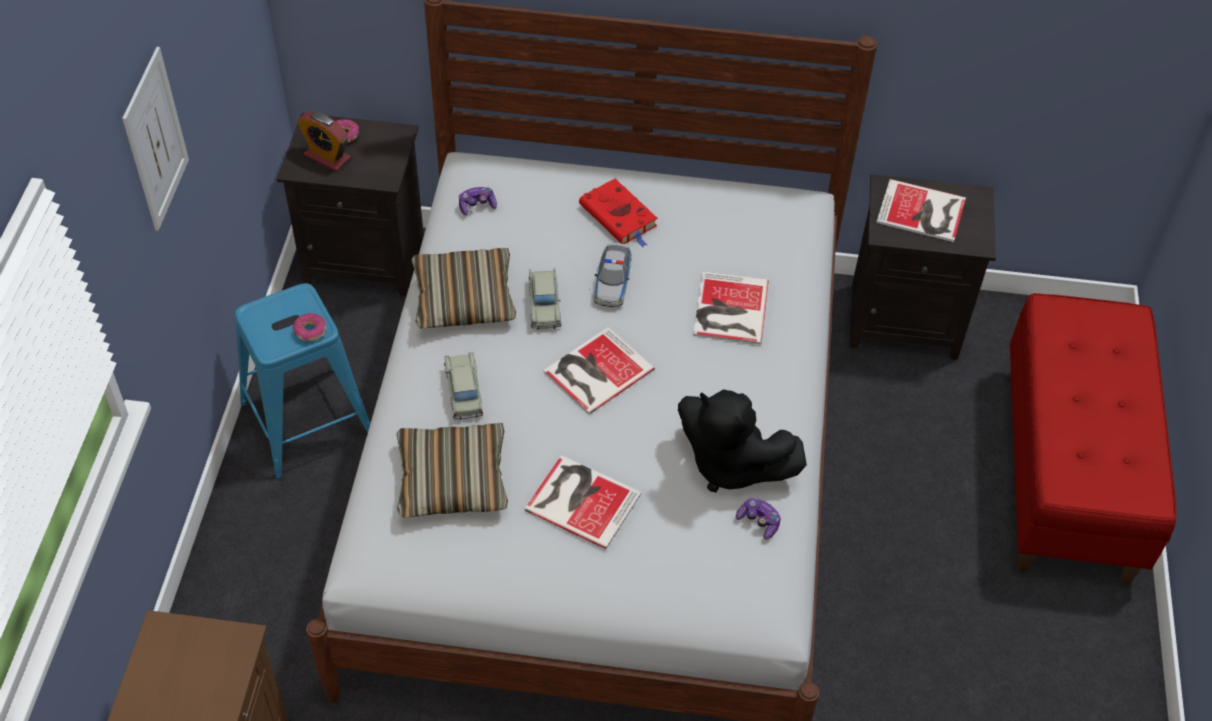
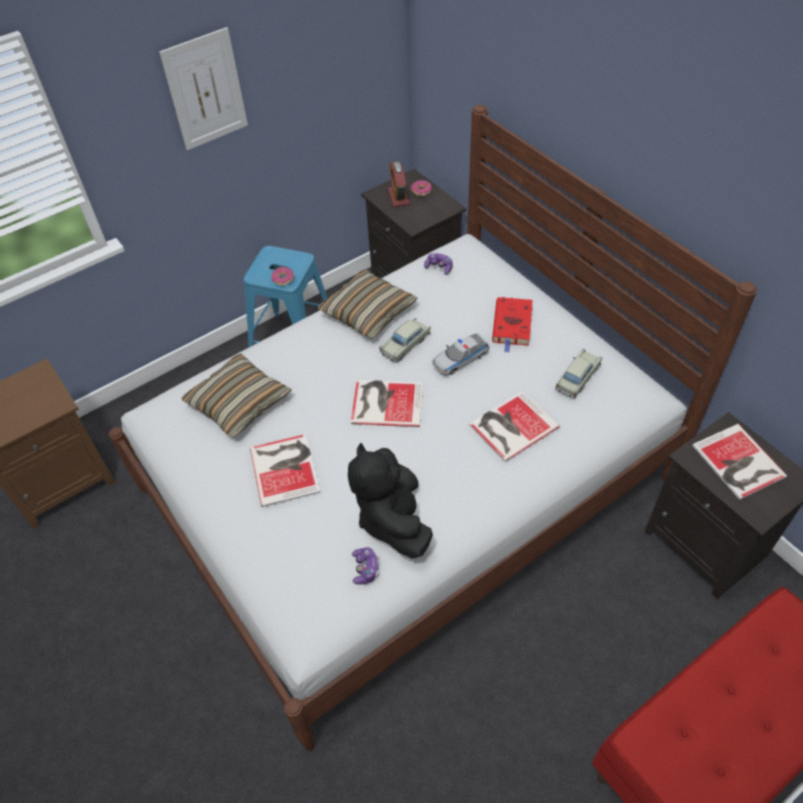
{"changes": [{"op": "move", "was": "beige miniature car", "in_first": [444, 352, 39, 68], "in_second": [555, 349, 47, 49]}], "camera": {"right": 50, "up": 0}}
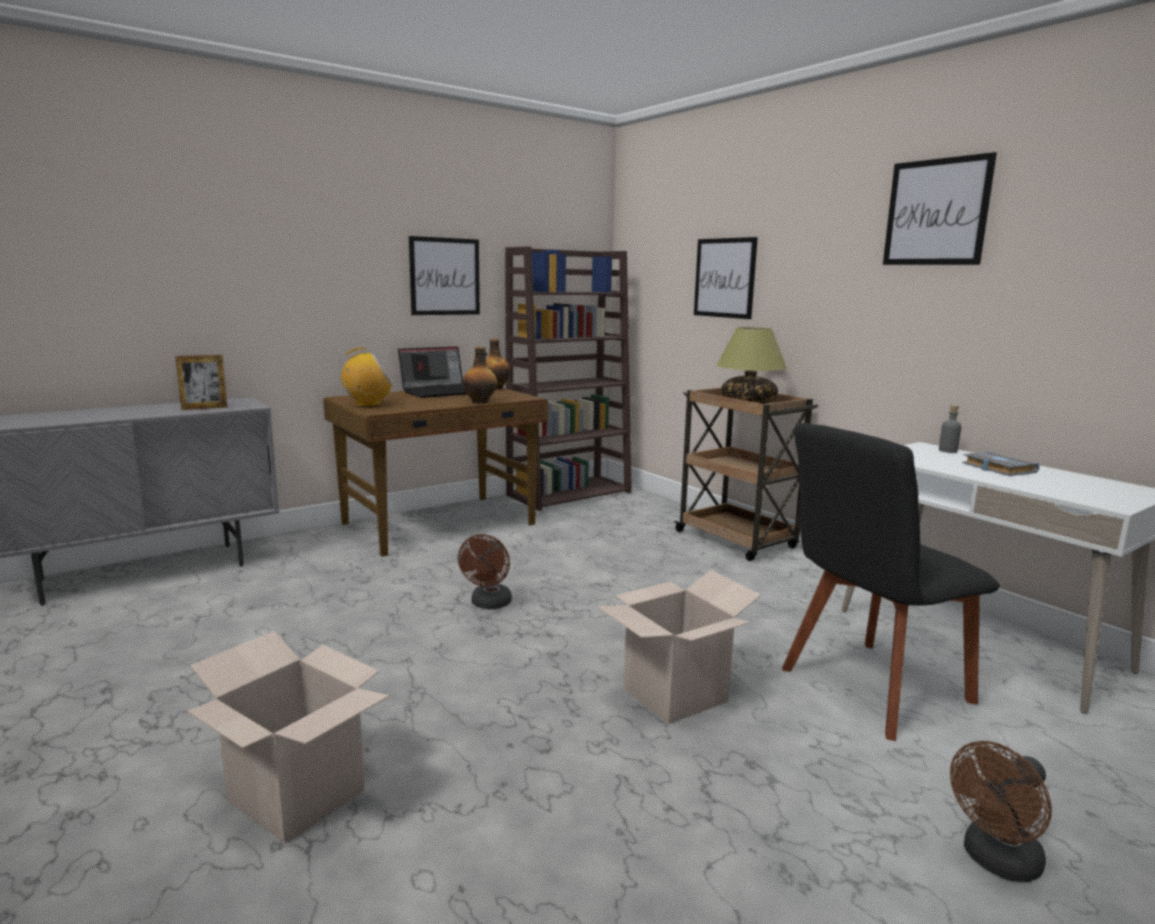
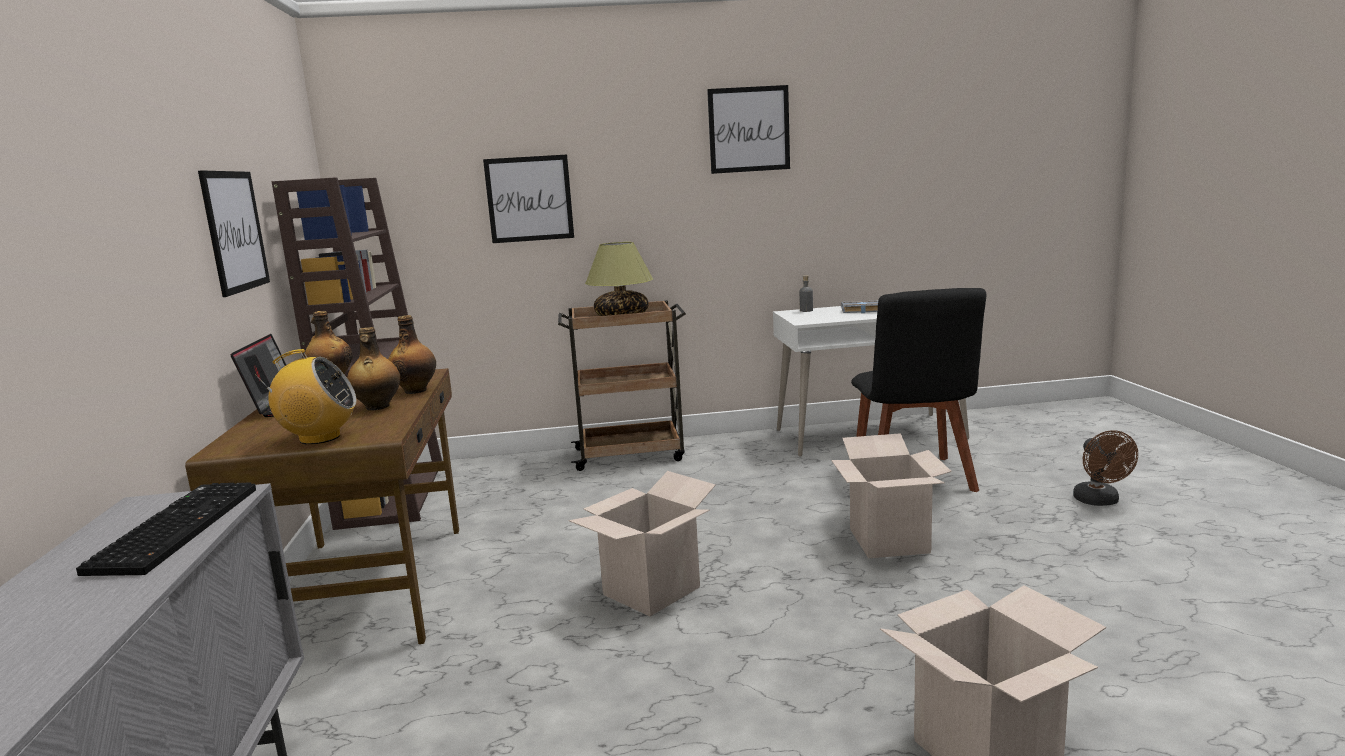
{"changes": [{"op": "rotate", "was": "radio receiver", "in_first": [341, 347, 51, 60], "in_second": [255, 349, 101, 96], "clockwise": 75}, {"op": "replace", "was": "photo frame", "now": "PC keyboard", "in_first": [175, 355, 53, 55], "in_second": [76, 483, 180, 93]}, {"op": "replace", "was": "brown-coloured electric fan", "now": "packing box", "in_first": [458, 534, 54, 75], "in_second": [569, 471, 147, 145]}, {"op": "insert", "now": "bottle", "in_second": [347, 327, 53, 84]}], "camera": {"right": -60, "up": 0}}
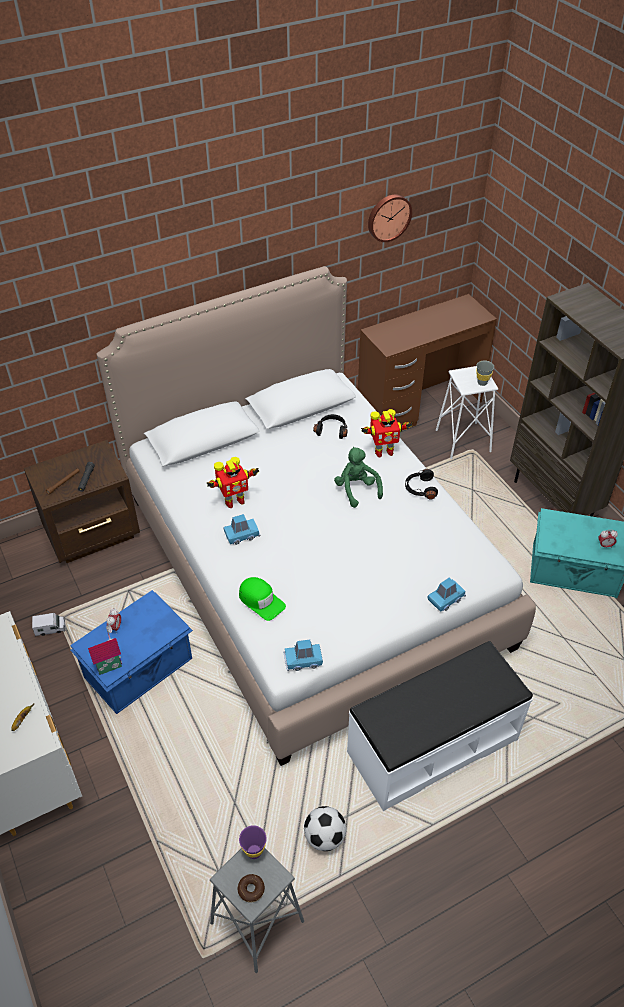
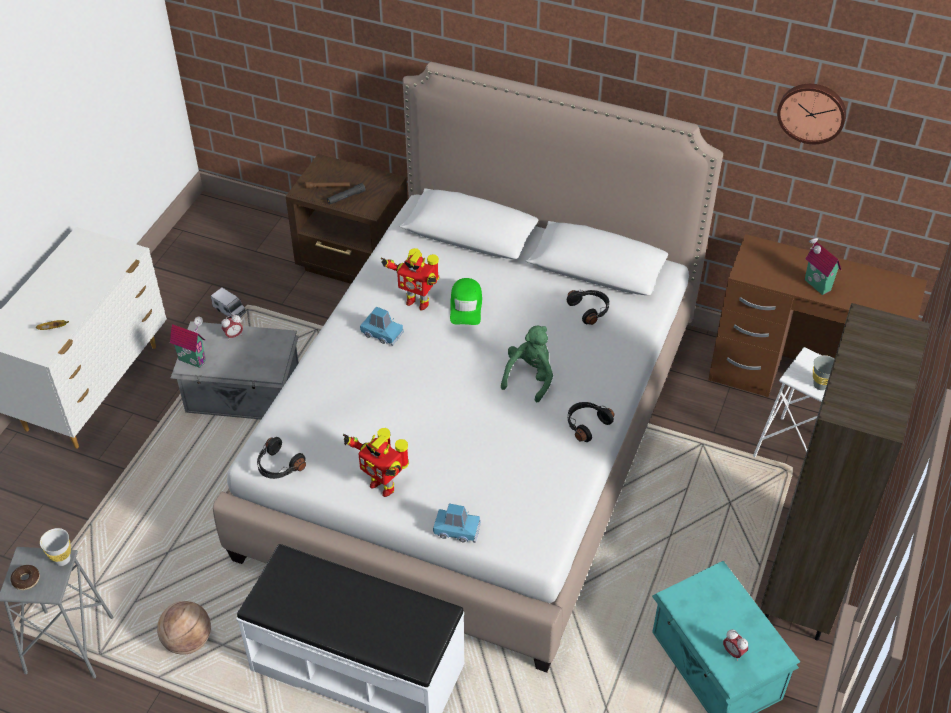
{"changes": [{"op": "move", "was": "toy robot", "in_first": [361, 409, 52, 48], "in_second": [343, 428, 66, 69]}, {"op": "move", "was": "green baseball cap", "in_first": [239, 577, 47, 44], "in_second": [450, 278, 32, 47]}, {"op": "recolor", "was": "blue storage bin", "now": "greyish storage bin", "in_first": [70, 590, 123, 124], "in_second": [171, 321, 128, 99]}, {"op": "replace", "was": "blue miniature car", "now": "blackish headset", "in_first": [283, 639, 40, 32], "in_second": [257, 437, 49, 42]}, {"op": "replace", "was": "football", "now": "basketball ball", "in_first": [304, 806, 42, 45], "in_second": [157, 601, 54, 54]}, {"op": "recolor", "was": "purple-coloured cup", "now": "whitish cup", "in_first": [239, 825, 28, 34], "in_second": [40, 528, 31, 38]}, {"op": "insert", "now": "miniature house", "in_second": [805, 235, 36, 60]}], "camera": {"right": 50, "up": 0}}
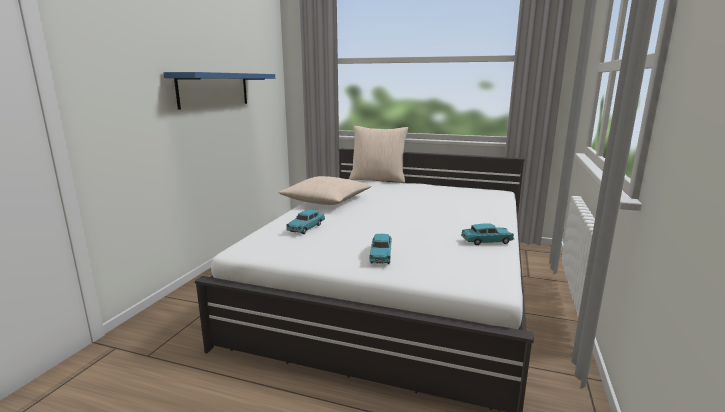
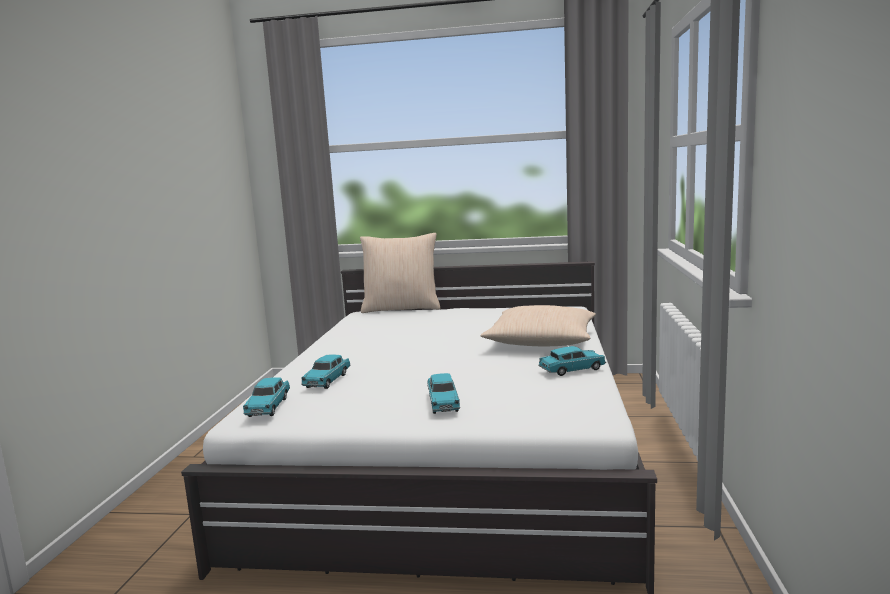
{"changes": [{"op": "delete", "was": "blue wall shelf", "in_first": [163, 72, 112, 38]}, {"op": "move", "was": "beige throw pillow", "in_first": [278, 176, 93, 29], "in_second": [480, 305, 116, 41]}, {"op": "insert", "now": "blue-green miniature car", "in_second": [243, 377, 47, 40]}], "camera": {"right": -10, "up": -5}}
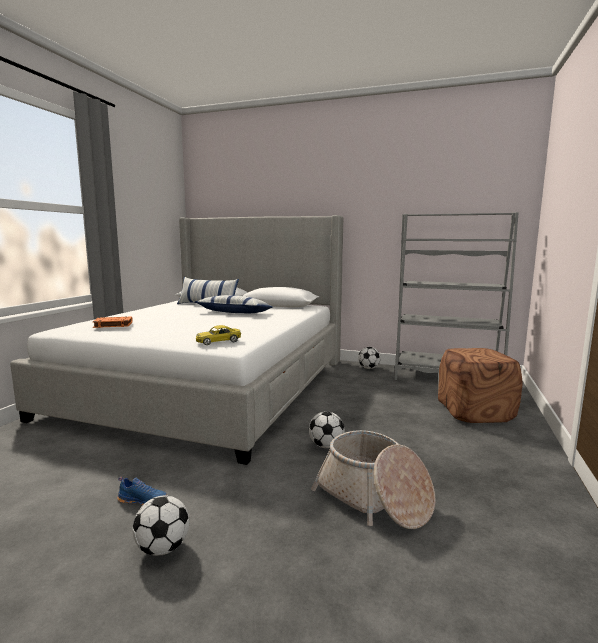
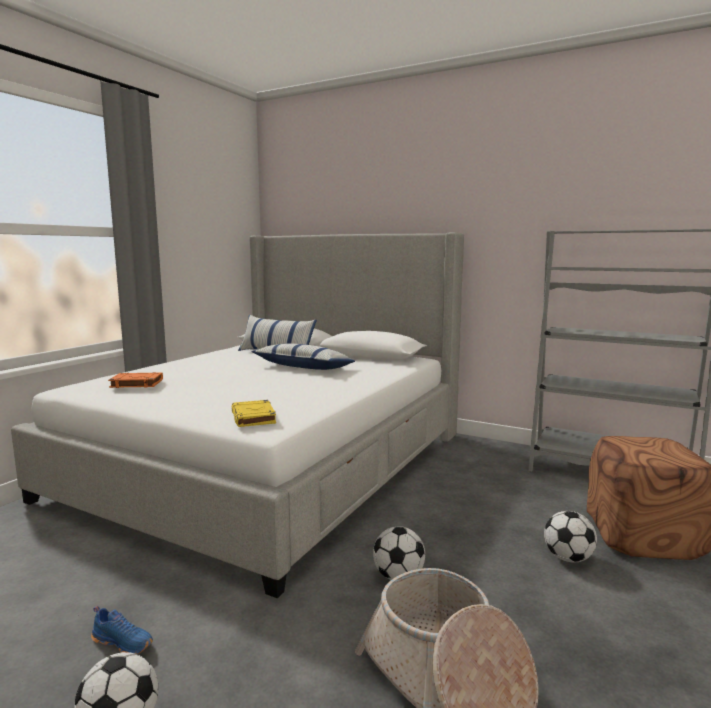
{"changes": [{"op": "replace", "was": "yellowish miniature car", "now": "yellowish book", "in_first": [196, 325, 45, 20], "in_second": [232, 400, 44, 27]}, {"op": "move", "was": "football", "in_first": [358, 347, 23, 22], "in_second": [544, 511, 53, 52]}], "camera": {"right": 10, "up": 0}}
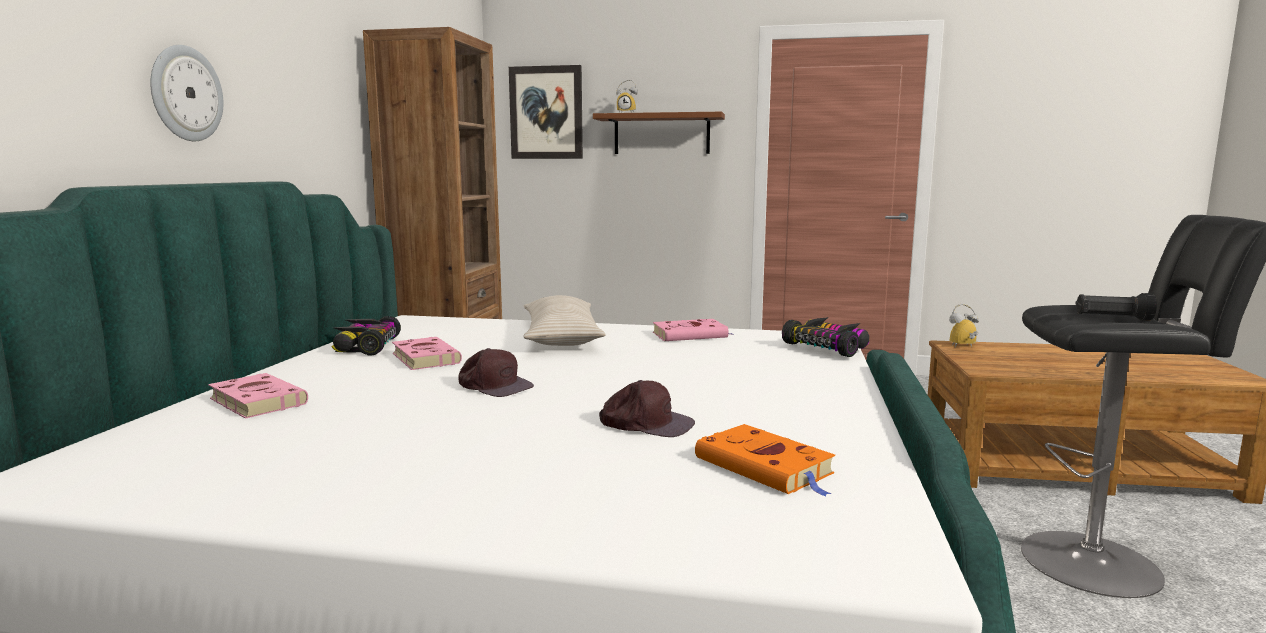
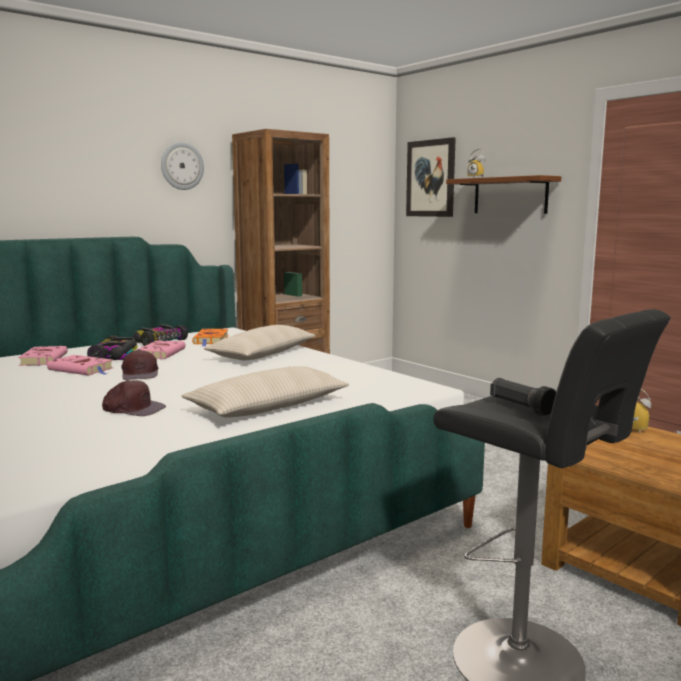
{"changes": [{"op": "move", "was": "wall clock", "in_first": [150, 45, 73, 96], "in_second": [161, 142, 43, 48]}, {"op": "move", "was": "miniature car", "in_first": [782, 317, 87, 40], "in_second": [87, 335, 51, 25]}, {"op": "move", "was": "pink-coloured book", "in_first": [653, 319, 80, 22], "in_second": [47, 355, 66, 21]}, {"op": "rotate", "was": "brown-coloured baseball cap", "in_first": [599, 380, 96, 57], "in_second": [102, 380, 64, 36], "clockwise": -45}, {"op": "move", "was": "orangey book", "in_first": [695, 424, 140, 73], "in_second": [192, 329, 37, 17]}, {"op": "insert", "now": "beige throw pillow", "in_second": [182, 366, 167, 52]}], "camera": {"right": 40, "up": 0}}
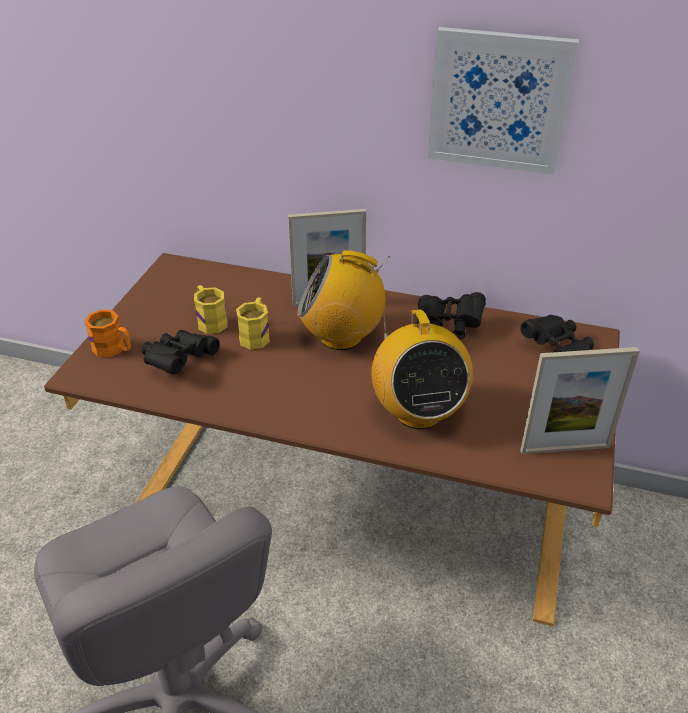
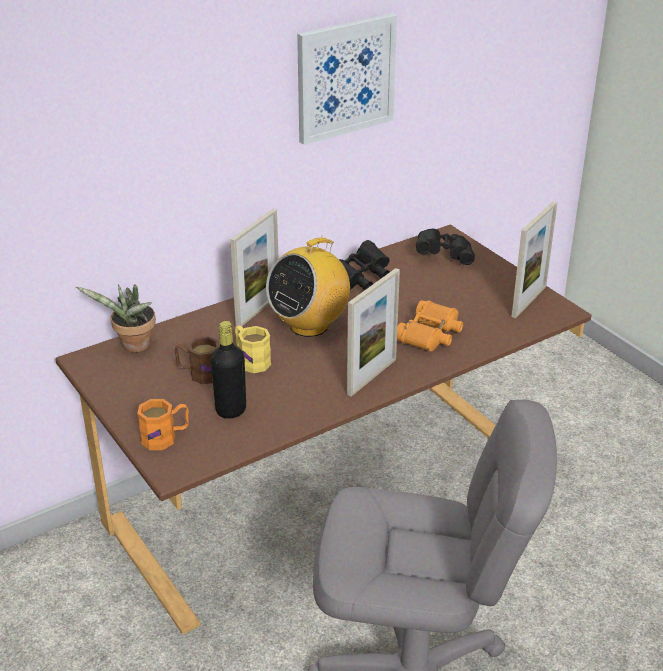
{"changes": [{"op": "recolor", "was": "yellowish coffee mug", "now": "brown-coloured coffee mug", "in_first": [194, 285, 34, 49], "in_second": [175, 336, 45, 48]}, {"op": "replace", "was": "radio receiver", "now": "orangey field glasses", "in_first": [372, 310, 101, 119], "in_second": [397, 300, 66, 52]}, {"op": "replace", "was": "blackish field glasses", "now": "blackish bottle", "in_first": [141, 330, 79, 45], "in_second": [211, 321, 35, 98]}, {"op": "insert", "now": "photo frame", "in_second": [347, 268, 53, 128]}, {"op": "insert", "now": "houseplant", "in_second": [76, 284, 80, 68]}], "camera": {"right": -50, "up": -5}}
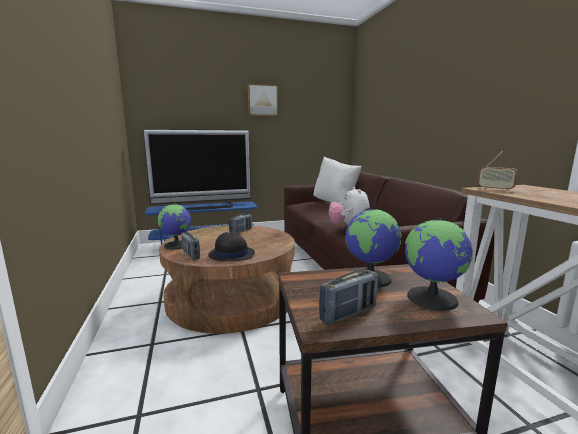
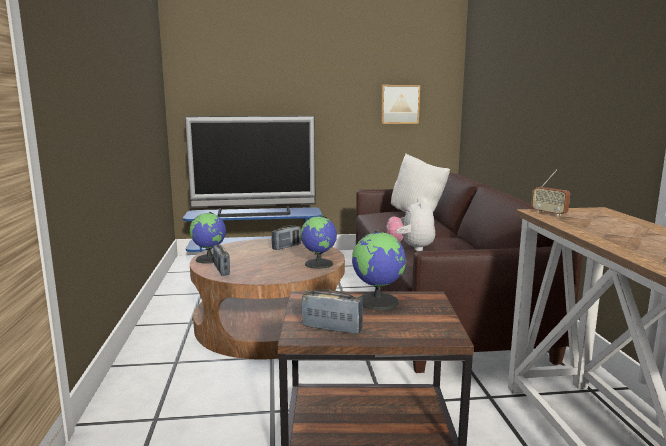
{"changes": [{"op": "move", "was": "wall art", "in_first": [248, 84, 30, 32], "in_second": [381, 85, 39, 39]}, {"op": "move", "was": "globe", "in_first": [405, 218, 68, 93], "in_second": [300, 216, 37, 53]}, {"op": "delete", "was": "blackish wearable hat", "in_first": [208, 232, 47, 30]}, {"op": "rotate", "was": "radio receiver", "in_first": [319, 270, 59, 55], "in_second": [302, 289, 61, 45], "clockwise": -135}], "camera": {"right": 10, "up": 0}}
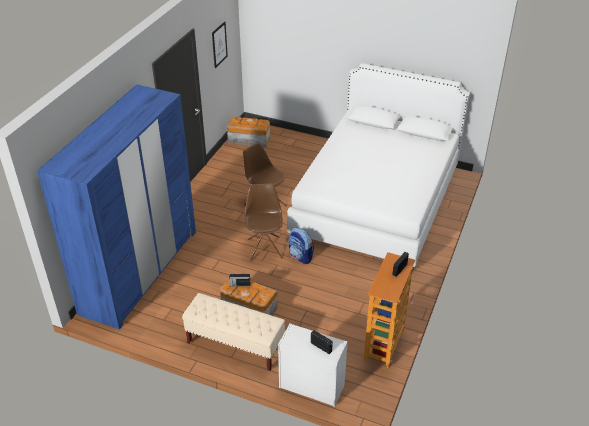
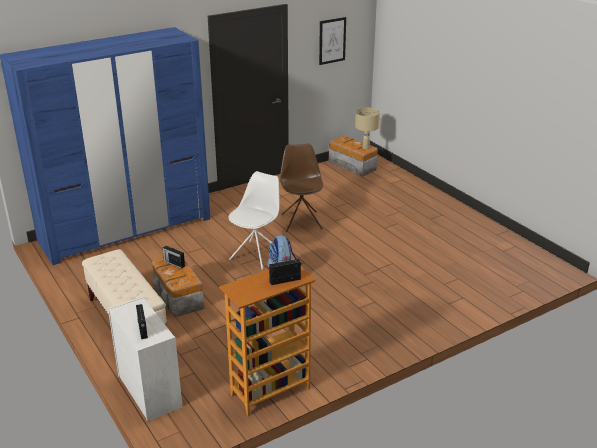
{"changes": [{"op": "delete", "was": "whitish bed", "in_first": [287, 63, 183, 206]}, {"op": "recolor", "was": "brown-coloured chair", "now": "whitish chair", "in_first": [245, 183, 38, 78], "in_second": [228, 171, 52, 99]}, {"op": "insert", "now": "beige lamp for a table", "in_second": [355, 108, 25, 41]}], "camera": {"right": 35, "up": -10}}
